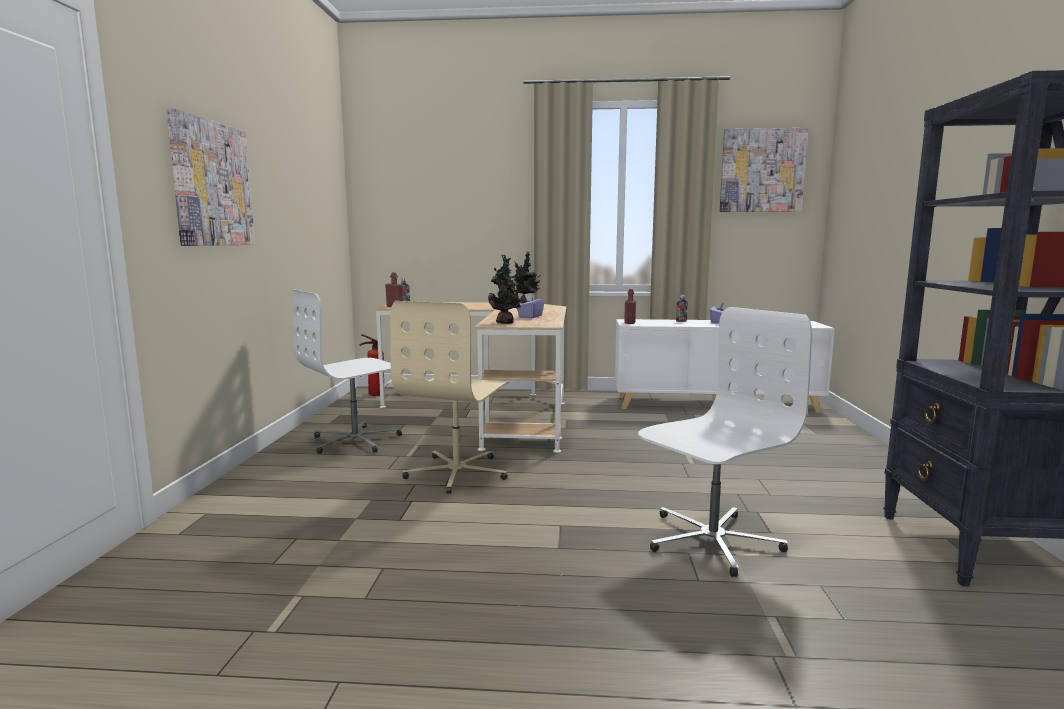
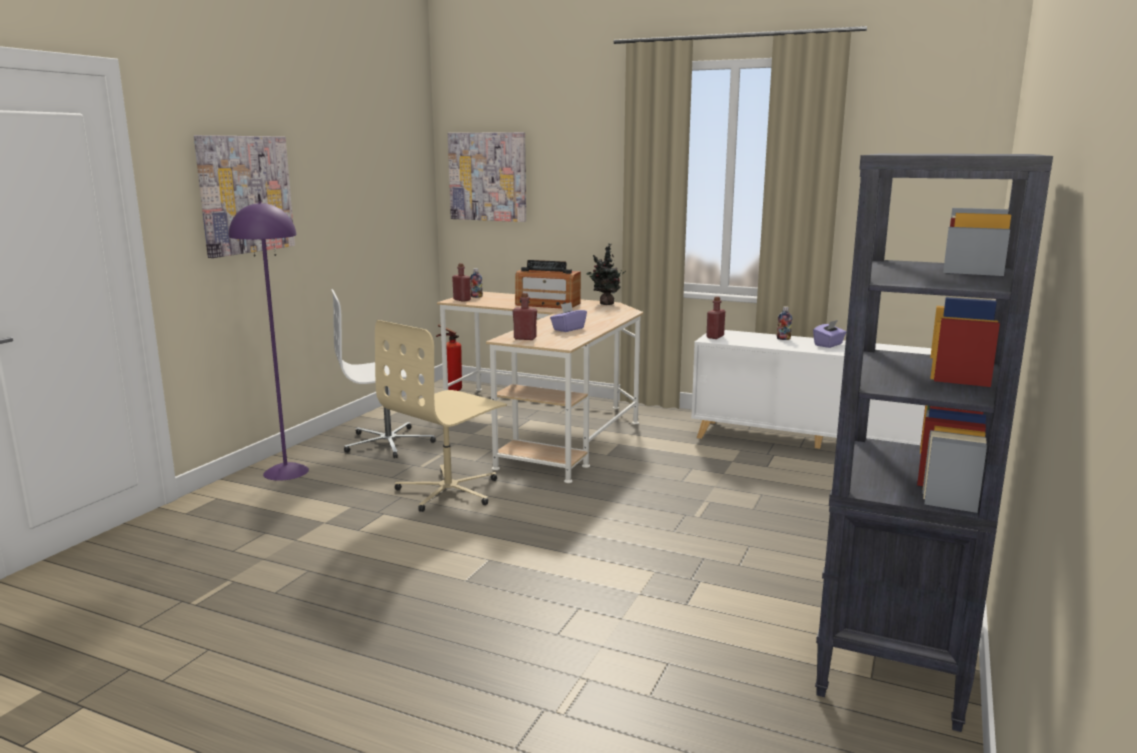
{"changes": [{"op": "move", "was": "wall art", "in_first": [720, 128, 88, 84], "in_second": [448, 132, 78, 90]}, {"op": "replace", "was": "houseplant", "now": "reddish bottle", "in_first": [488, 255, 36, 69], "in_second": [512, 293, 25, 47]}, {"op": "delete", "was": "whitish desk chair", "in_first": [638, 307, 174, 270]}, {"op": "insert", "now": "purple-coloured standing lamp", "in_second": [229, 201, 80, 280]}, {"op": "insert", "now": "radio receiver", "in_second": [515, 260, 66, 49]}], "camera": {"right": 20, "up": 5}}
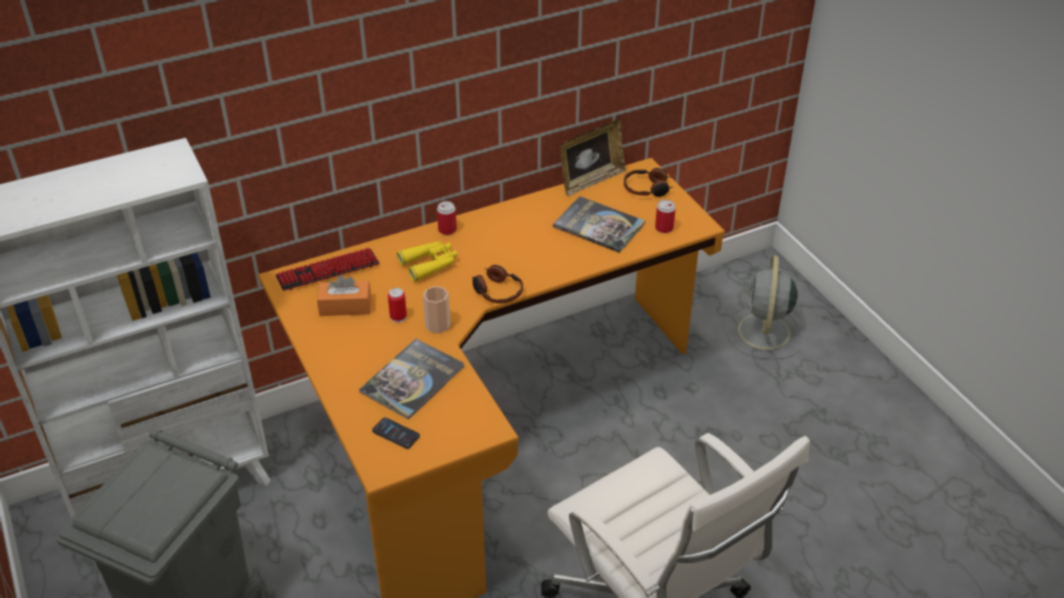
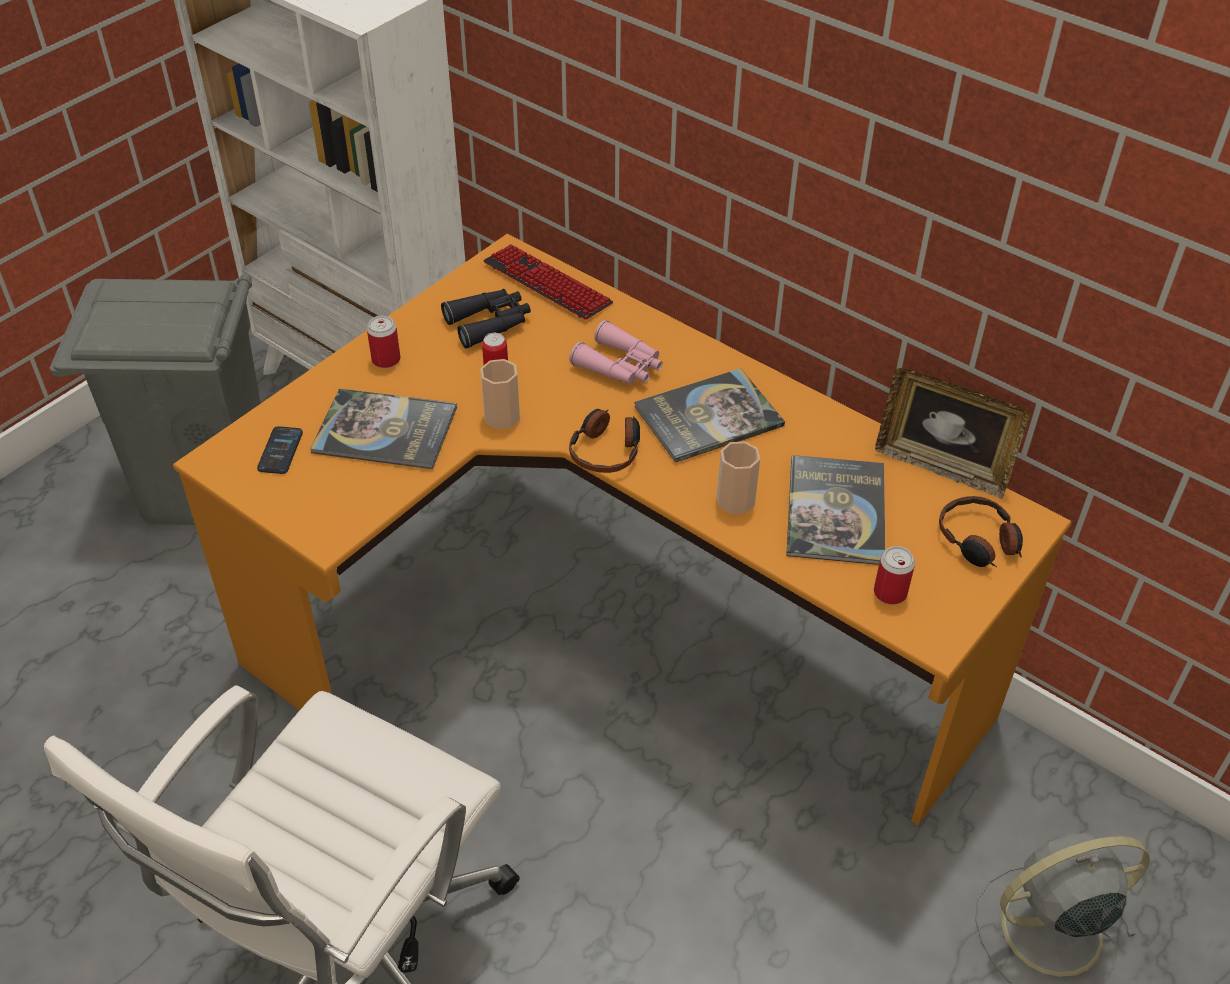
{"changes": [{"op": "move", "was": "metal can", "in_first": [437, 201, 20, 34], "in_second": [367, 316, 34, 52]}, {"op": "recolor", "was": "yellowish field glasses", "now": "pink-coloured field glasses", "in_first": [396, 241, 62, 41], "in_second": [569, 320, 94, 65]}, {"op": "replace", "was": "orangey box of tissues", "now": "blackish field glasses", "in_first": [317, 275, 54, 41], "in_second": [441, 289, 90, 60]}, {"op": "insert", "now": "book", "in_second": [634, 368, 151, 95]}, {"op": "insert", "now": "cup", "in_second": [717, 441, 43, 73]}], "camera": {"right": 65, "up": 5}}
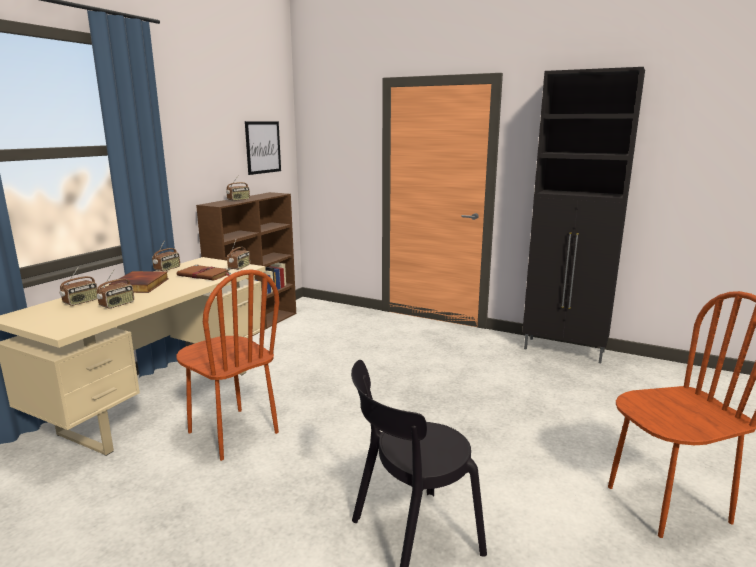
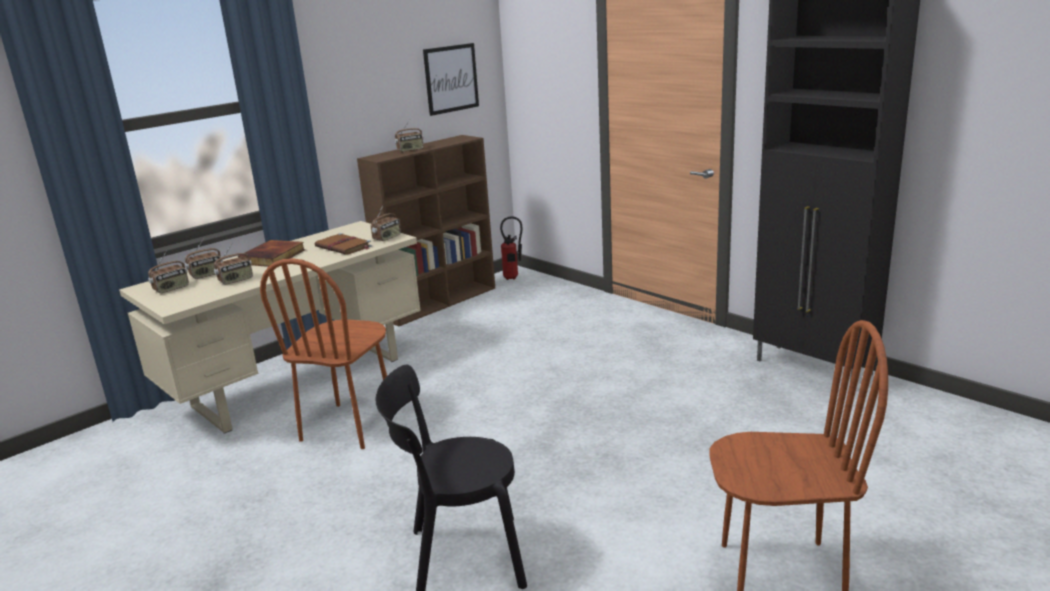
{"changes": [{"op": "move", "was": "radio receiver", "in_first": [152, 240, 28, 31], "in_second": [148, 251, 41, 42]}, {"op": "rotate", "was": "brown-coloured chair", "in_first": [176, 269, 103, 192], "in_second": [260, 258, 127, 191], "clockwise": 45}, {"op": "insert", "now": "extinguisher", "in_second": [500, 216, 22, 64]}], "camera": {"right": 20, "up": 5}}
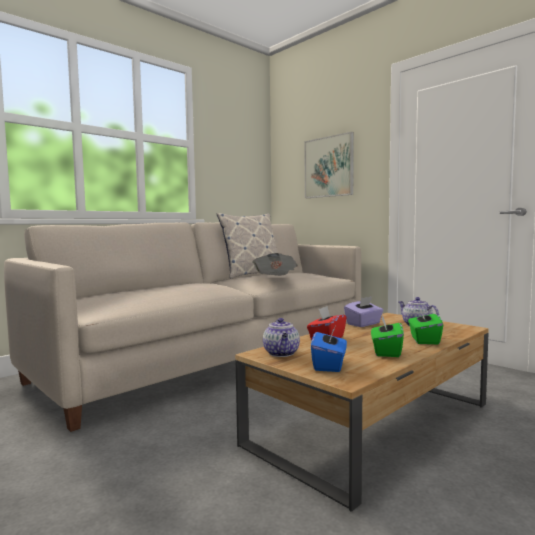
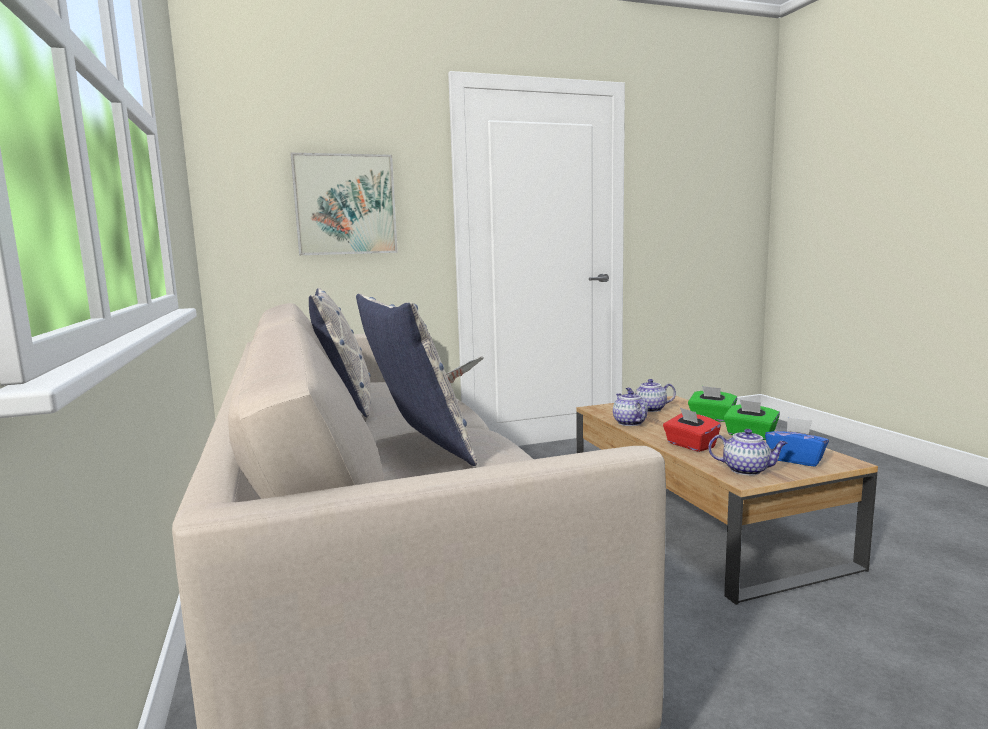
{"changes": [{"op": "replace", "was": "purple-coloured box of tissues", "now": "teapot", "in_first": [344, 296, 40, 31], "in_second": [613, 390, 35, 36]}, {"op": "insert", "now": "throw pillow", "in_second": [356, 294, 121, 172]}], "camera": {"right": -65, "up": 5}}
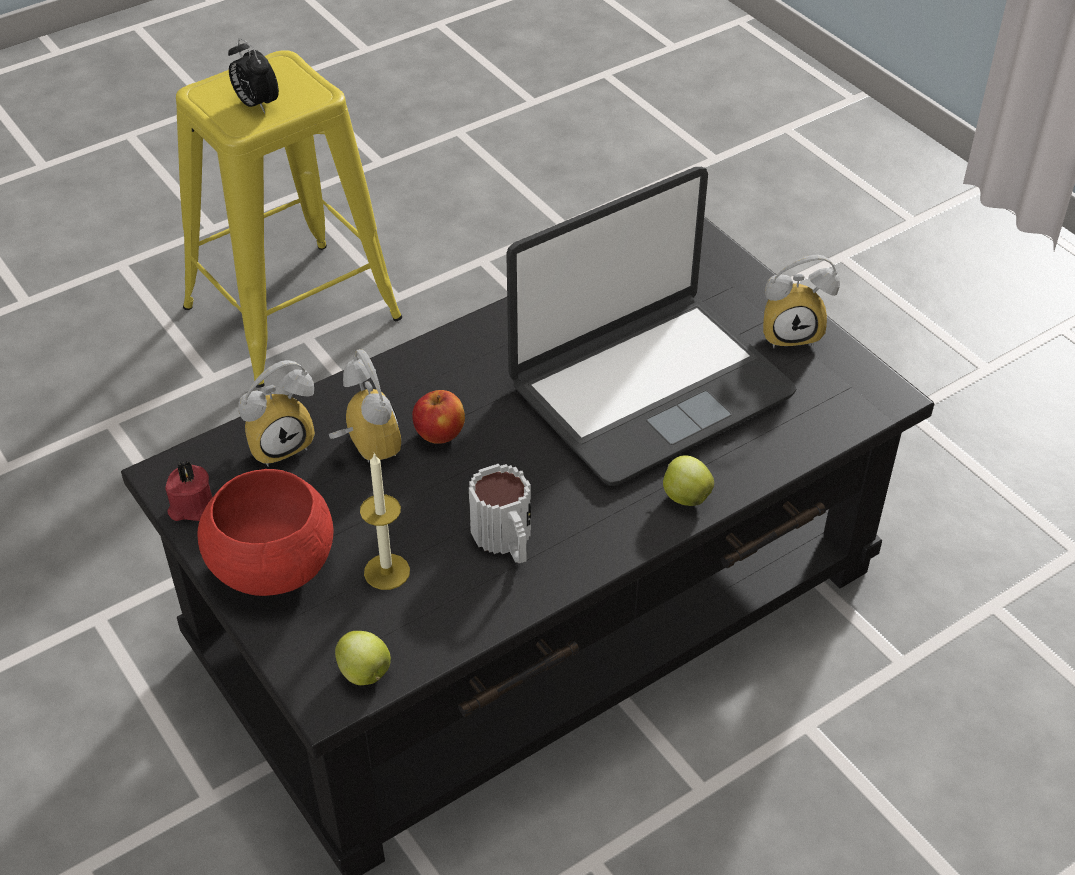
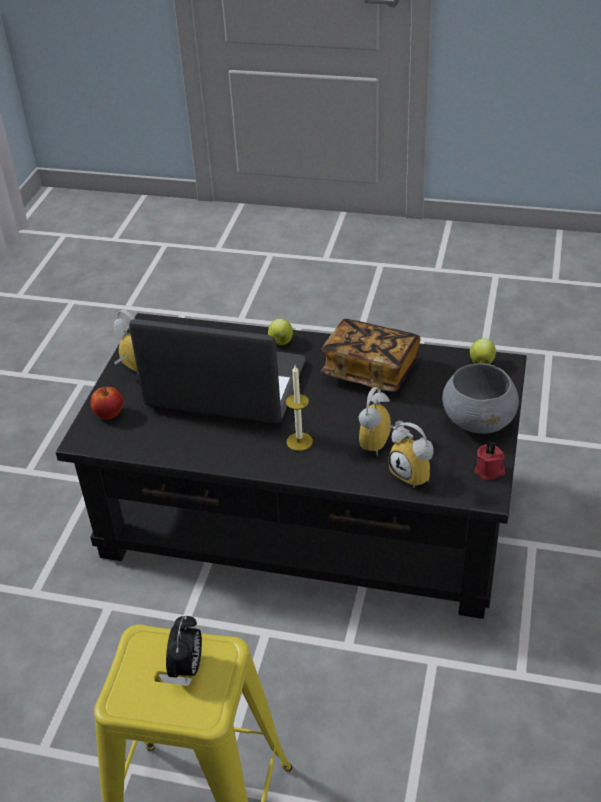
{"changes": [{"op": "rotate", "was": "bedside clock", "in_first": [238, 360, 77, 107], "in_second": [389, 422, 45, 66], "clockwise": -150}, {"op": "move", "was": "whole apple", "in_first": [412, 390, 53, 54], "in_second": [91, 387, 32, 32]}, {"op": "move", "was": "candle", "in_first": [360, 453, 50, 137], "in_second": [286, 366, 27, 85]}, {"op": "replace", "was": "coffee mug", "now": "book", "in_first": [469, 464, 62, 99], "in_second": [321, 319, 99, 73]}, {"op": "recolor", "was": "reddish deep dish", "now": "greyish deep dish", "in_first": [198, 469, 135, 127], "in_second": [442, 363, 77, 71]}], "camera": {"right": -130, "up": -5}}
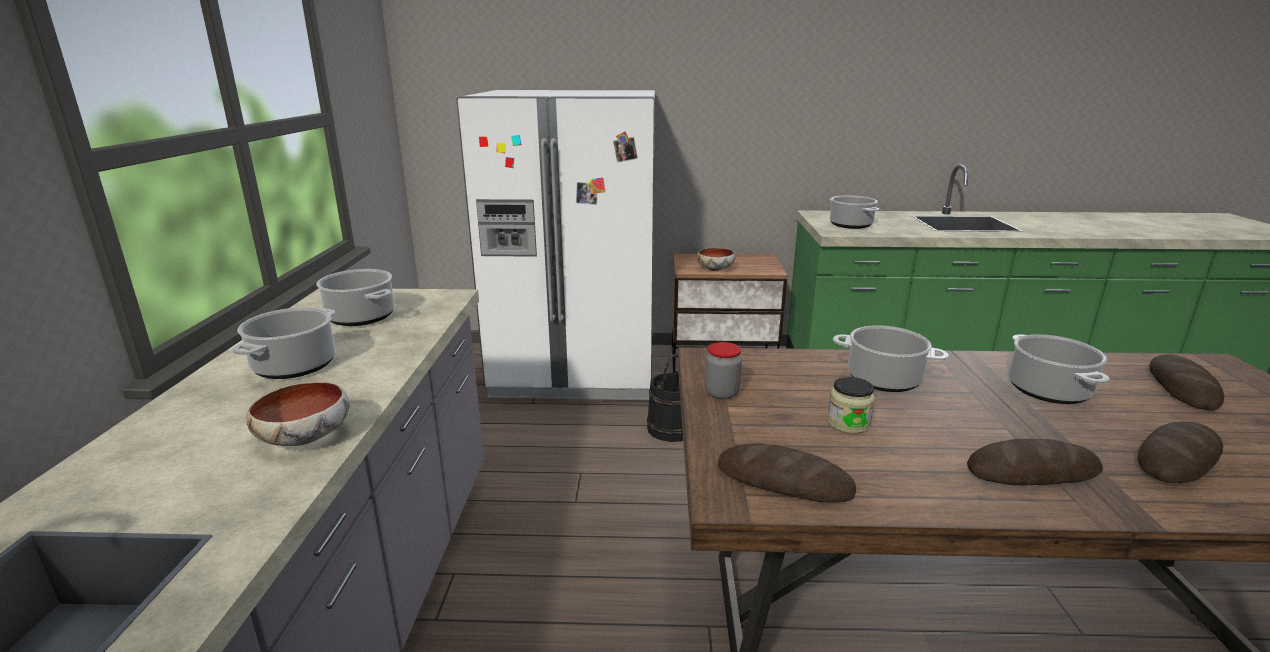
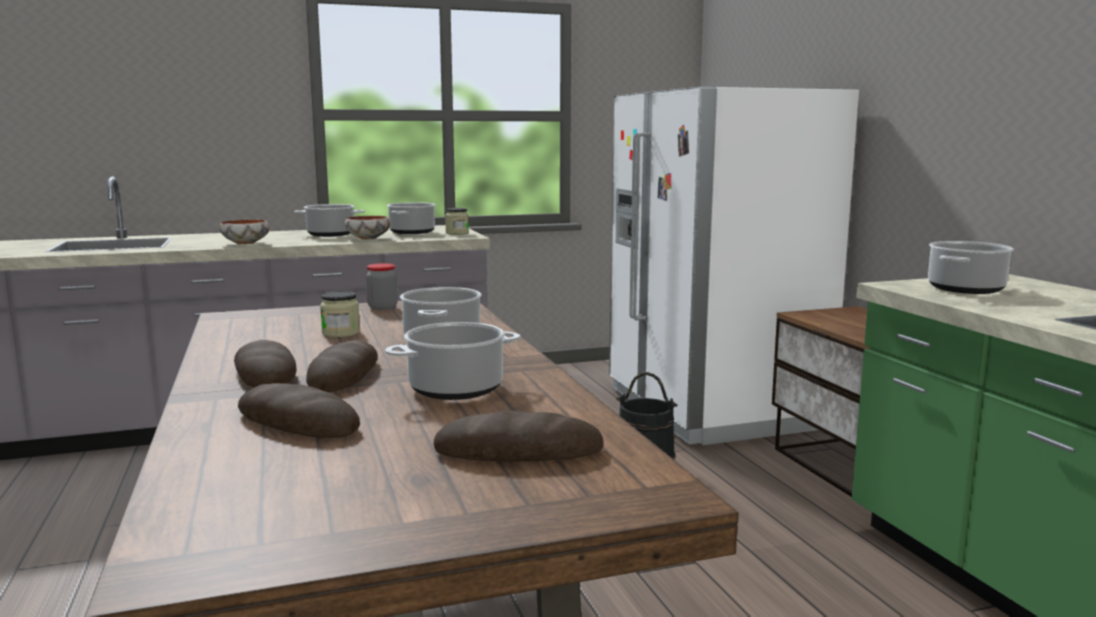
{"changes": [{"op": "move", "was": "deep dish", "in_first": [697, 248, 38, 23], "in_second": [345, 216, 45, 24]}, {"op": "move", "was": "bakery bread", "in_first": [718, 443, 138, 59], "in_second": [306, 340, 72, 52]}, {"op": "insert", "now": "jar", "in_second": [445, 208, 24, 27]}], "camera": {"right": 70, "up": -10}}
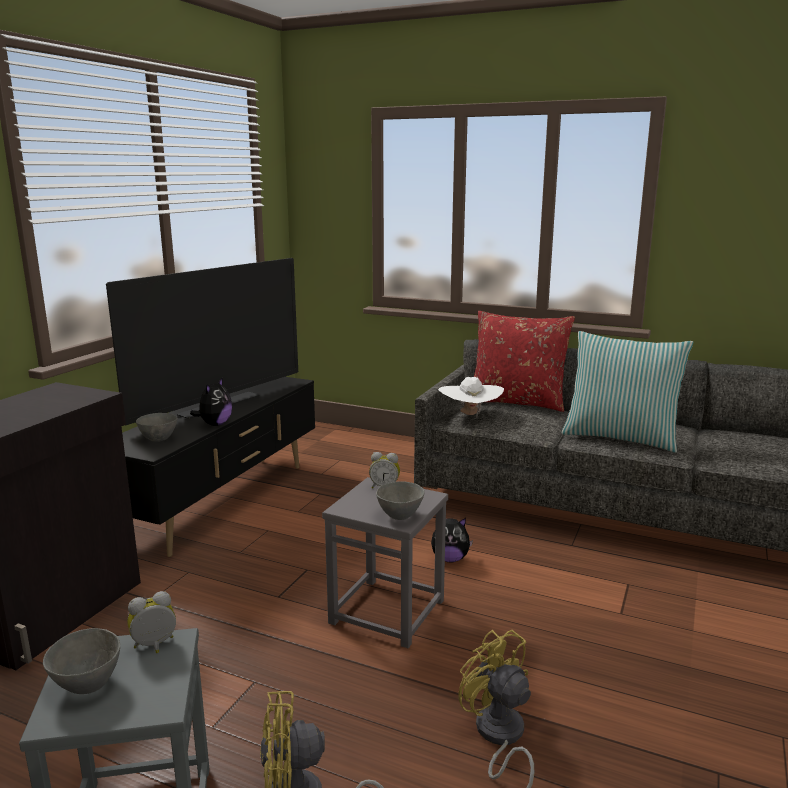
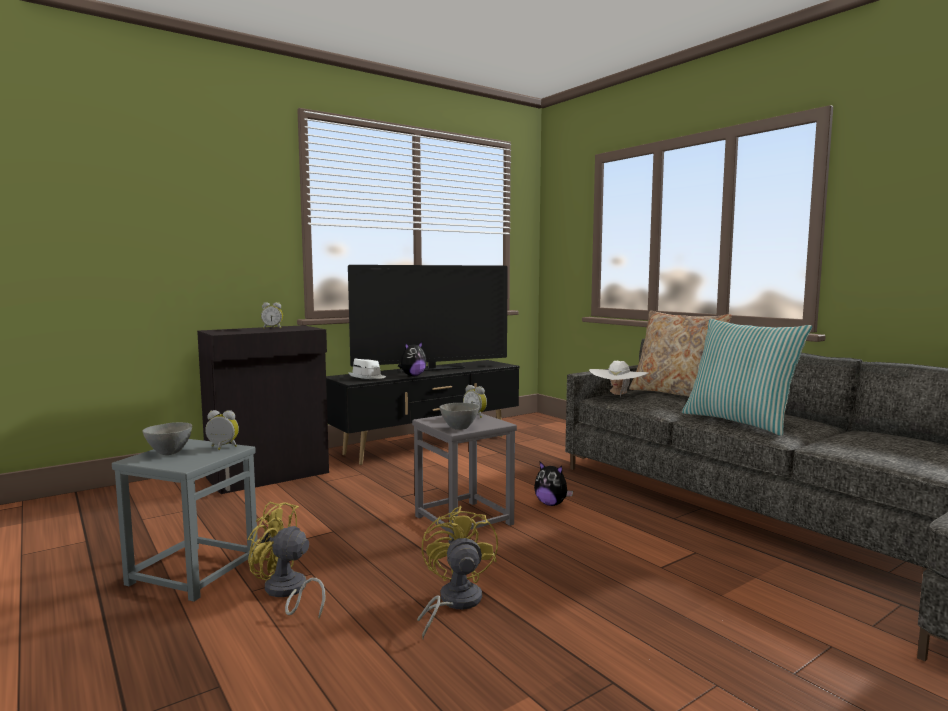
{"changes": [{"op": "recolor", "was": "reddish throw pillow", "now": "beige throw pillow", "in_first": [474, 311, 101, 101], "in_second": [629, 311, 103, 86]}, {"op": "replace", "was": "greyish deep dish", "now": "whitish wearable hat", "in_first": [136, 413, 42, 29], "in_second": [348, 359, 38, 20]}, {"op": "insert", "now": "bedside clock", "in_second": [261, 302, 22, 27]}], "camera": {"right": 30, "up": -10}}
